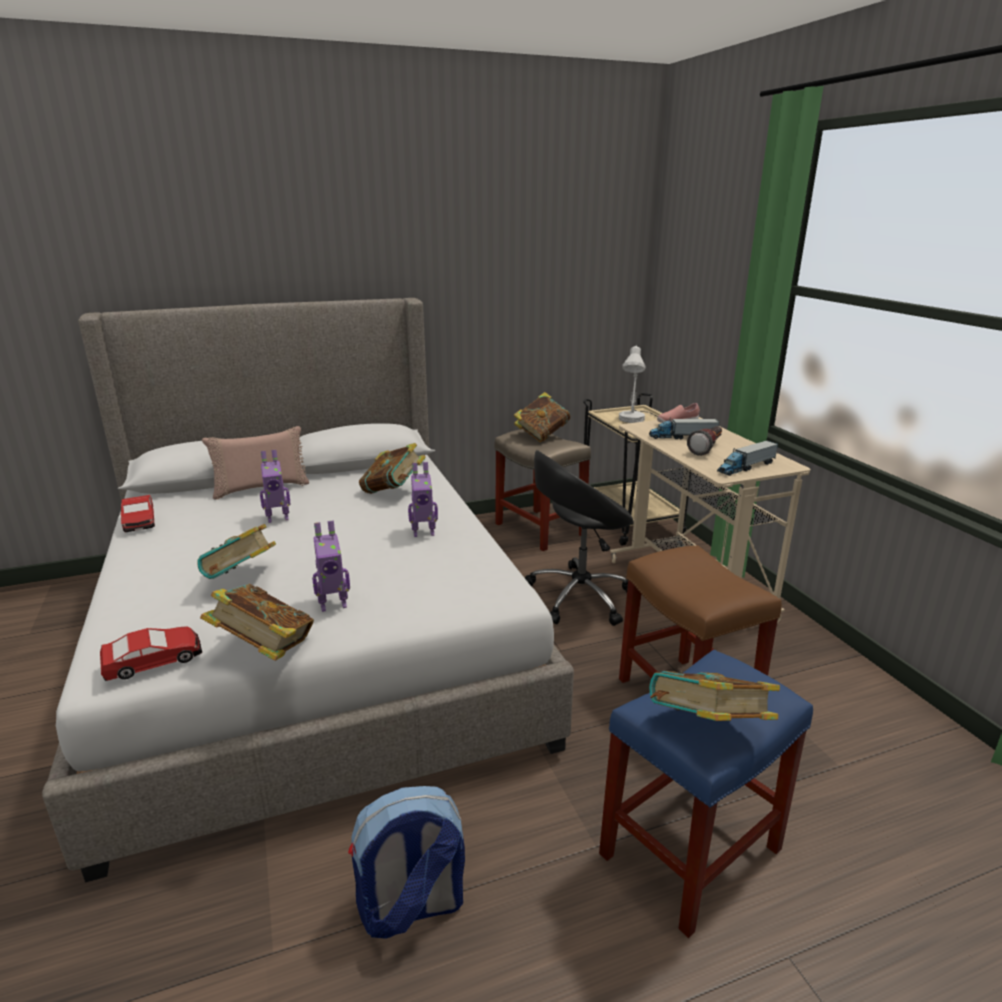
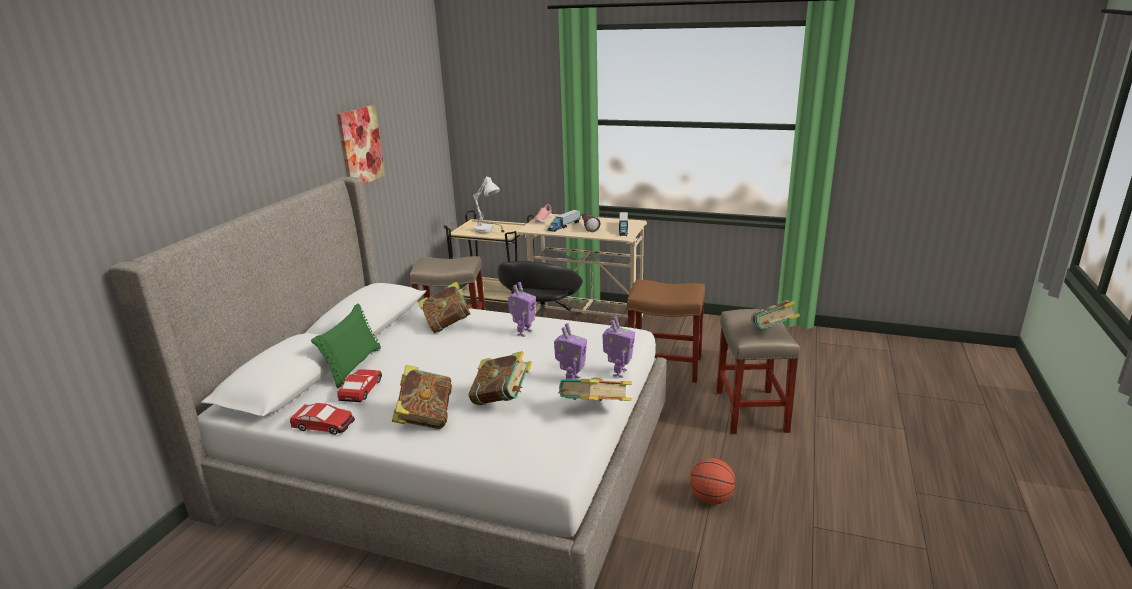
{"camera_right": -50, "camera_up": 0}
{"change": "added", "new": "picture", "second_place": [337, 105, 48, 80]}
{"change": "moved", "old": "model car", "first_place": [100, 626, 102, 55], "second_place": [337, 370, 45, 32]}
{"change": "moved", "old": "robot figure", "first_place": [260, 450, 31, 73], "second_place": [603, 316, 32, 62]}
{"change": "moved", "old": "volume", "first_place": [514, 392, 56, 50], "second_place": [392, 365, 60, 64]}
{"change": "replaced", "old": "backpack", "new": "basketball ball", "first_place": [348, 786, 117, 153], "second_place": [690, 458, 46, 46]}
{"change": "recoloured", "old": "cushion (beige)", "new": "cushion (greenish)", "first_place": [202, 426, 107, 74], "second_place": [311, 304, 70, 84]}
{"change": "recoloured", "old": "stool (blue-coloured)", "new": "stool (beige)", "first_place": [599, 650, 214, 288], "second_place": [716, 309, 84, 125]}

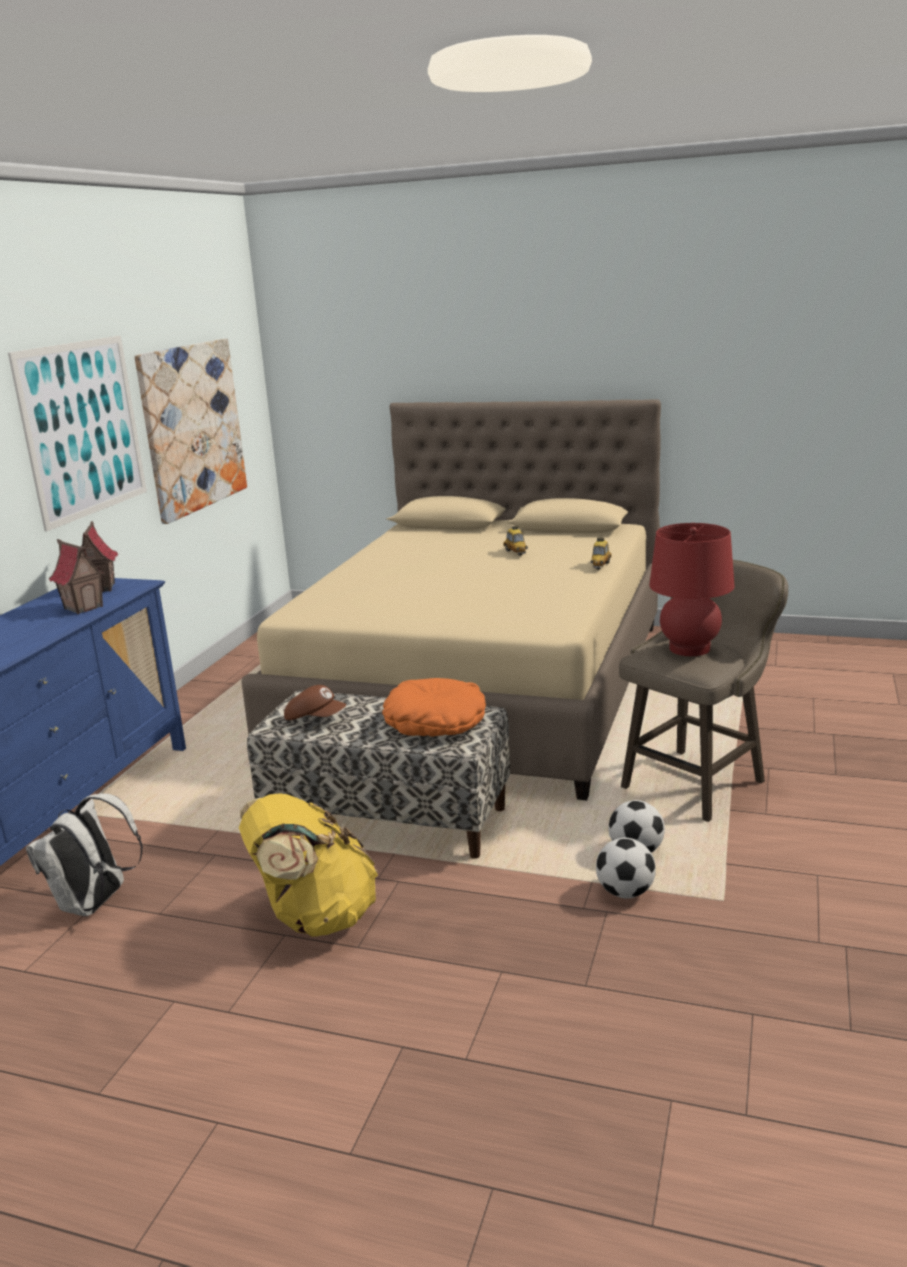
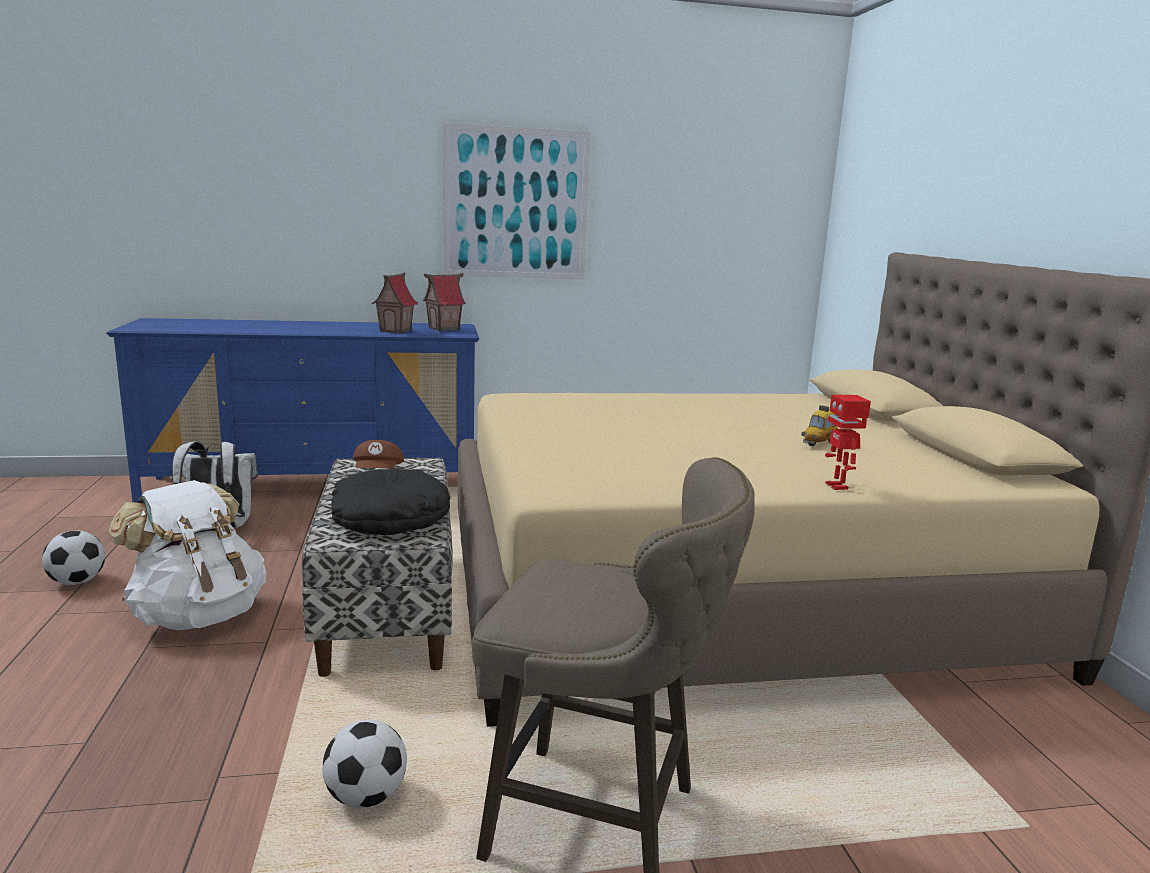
{"camera_right": 60, "camera_up": -5}
{"change": "removed", "old": "picture", "first_place": [134, 339, 113, 185]}
{"change": "removed", "old": "lamp for a table (reddish)", "first_place": [649, 523, 86, 133]}
{"change": "moved", "old": "ball for football", "first_place": [596, 838, 60, 60], "second_place": [42, 531, 63, 54]}
{"change": "replaced", "old": "model car", "new": "robot figure", "first_place": [591, 537, 20, 32], "second_place": [825, 395, 46, 95]}
{"change": "recoloured", "old": "backpack (yellow)", "new": "backpack (whitish)", "first_place": [239, 793, 139, 144], "second_place": [108, 480, 158, 150]}
{"change": "recoloured", "old": "cushion (orange)", "new": "cushion (blackish)", "first_place": [382, 678, 104, 59], "second_place": [331, 468, 119, 67]}

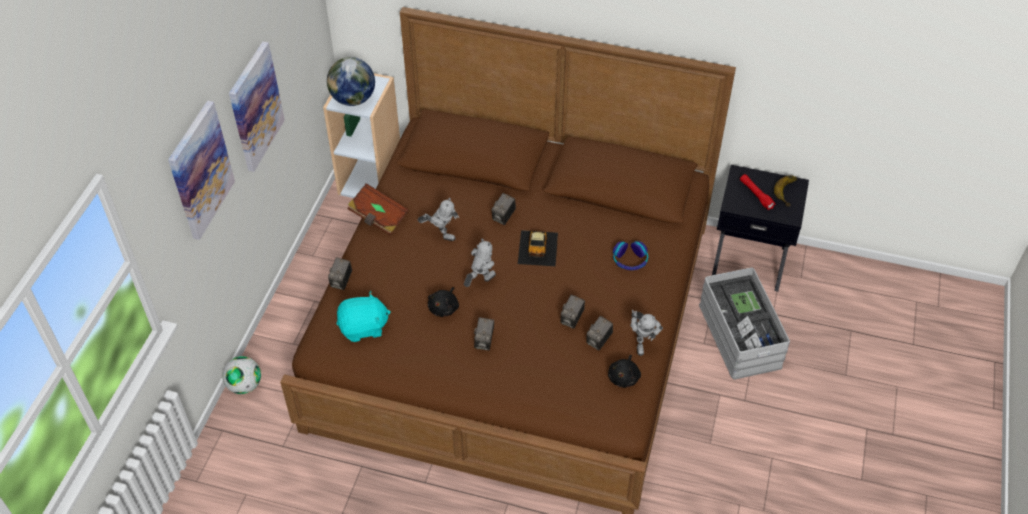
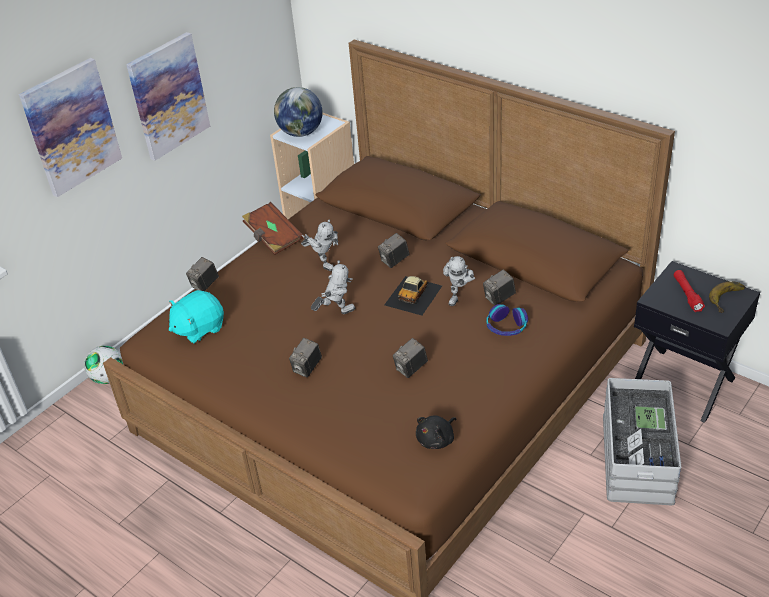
{"camera_right": 25, "camera_up": -10}
{"change": "removed", "old": "plush toy (blackish)", "first_place": [428, 287, 31, 30]}
{"change": "moved", "old": "photo camera", "first_place": [586, 316, 27, 34], "second_place": [483, 269, 33, 37]}
{"change": "moved", "old": "robot figure", "first_place": [630, 310, 33, 46], "second_place": [443, 256, 32, 50]}
{"change": "turned", "old": "plush toy (blue-green)", "first_place": [337, 291, 54, 51], "second_place": [168, 290, 56, 54], "degrees": 135}

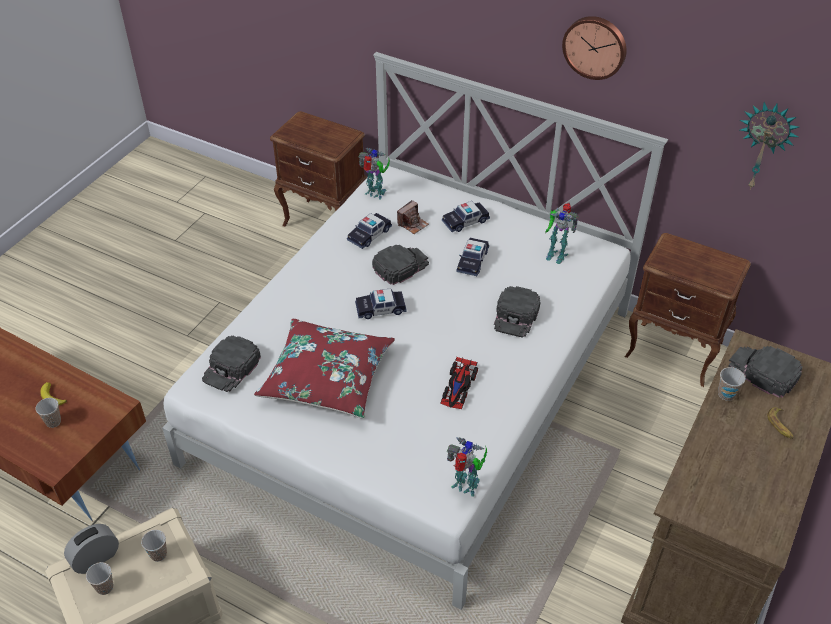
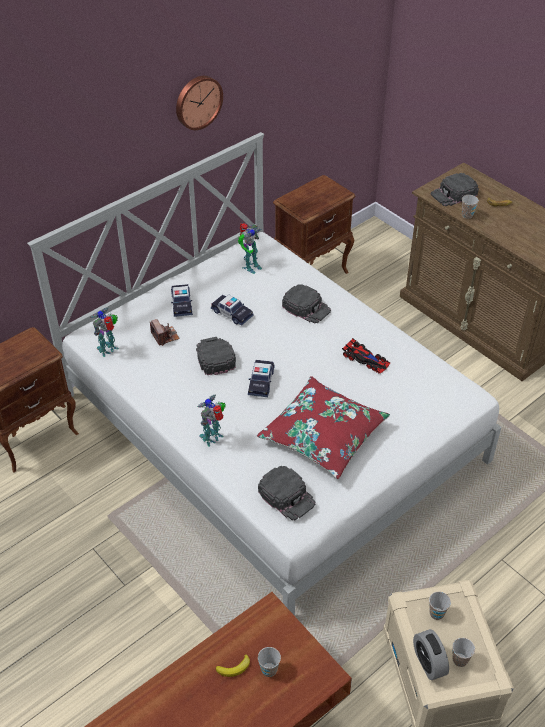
{"camera_right": -70, "camera_up": 0}
{"change": "removed", "old": "model car", "first_place": [347, 213, 45, 36]}
{"change": "removed", "old": "wall clock", "first_place": [740, 102, 59, 87]}
{"change": "moved", "old": "robot figure", "first_place": [447, 437, 40, 60], "second_place": [197, 394, 29, 53]}

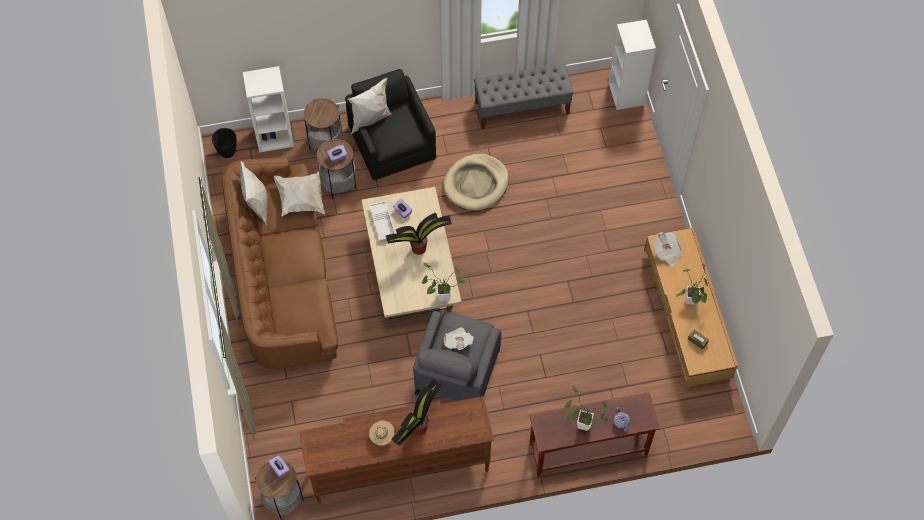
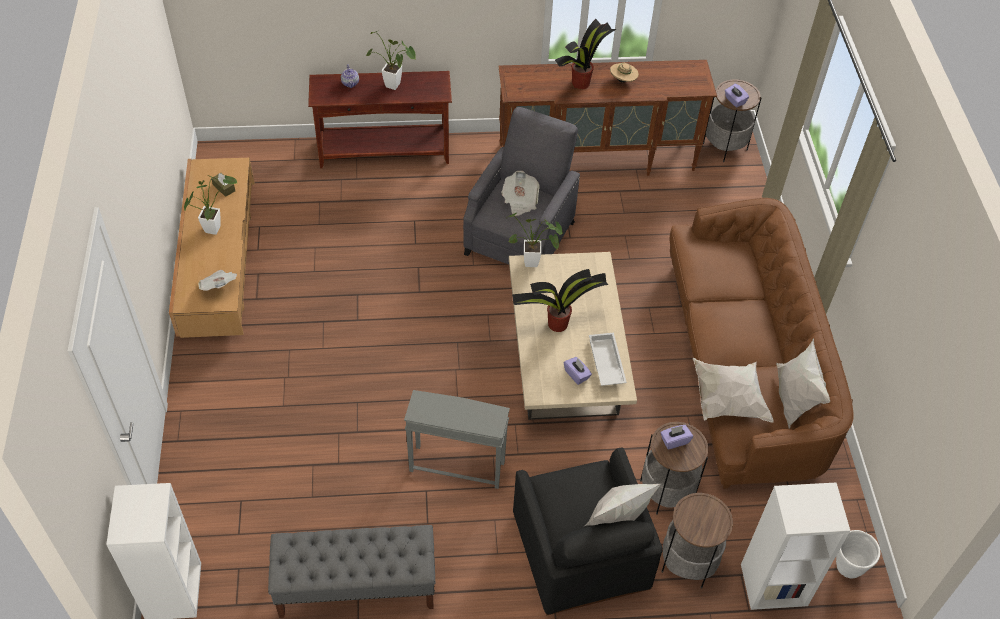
{"camera_right": -175, "camera_up": -10}
{"change": "replaced", "old": "dog cushion (beige)", "new": "accent table (grey)", "first_place": [443, 154, 66, 57], "second_place": [404, 390, 106, 99]}
{"change": "recoloured", "old": "planter (blackish)", "new": "planter (whitish)", "first_place": [212, 128, 25, 30], "second_place": [836, 530, 44, 49]}

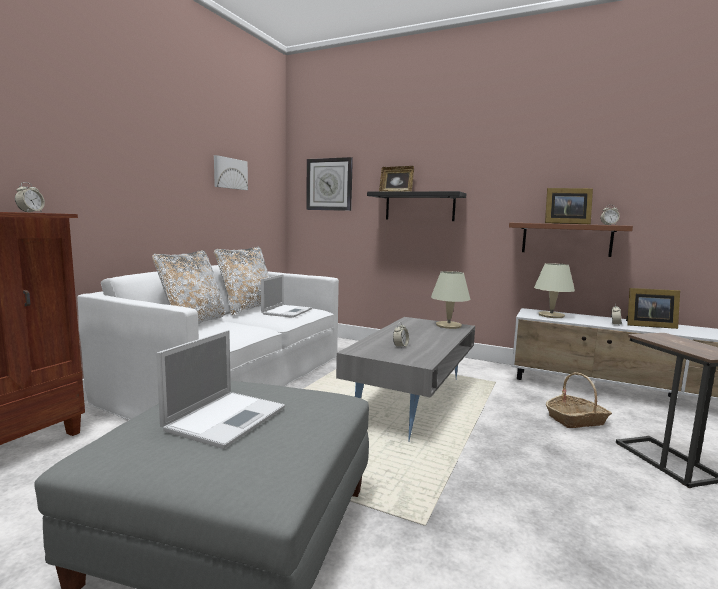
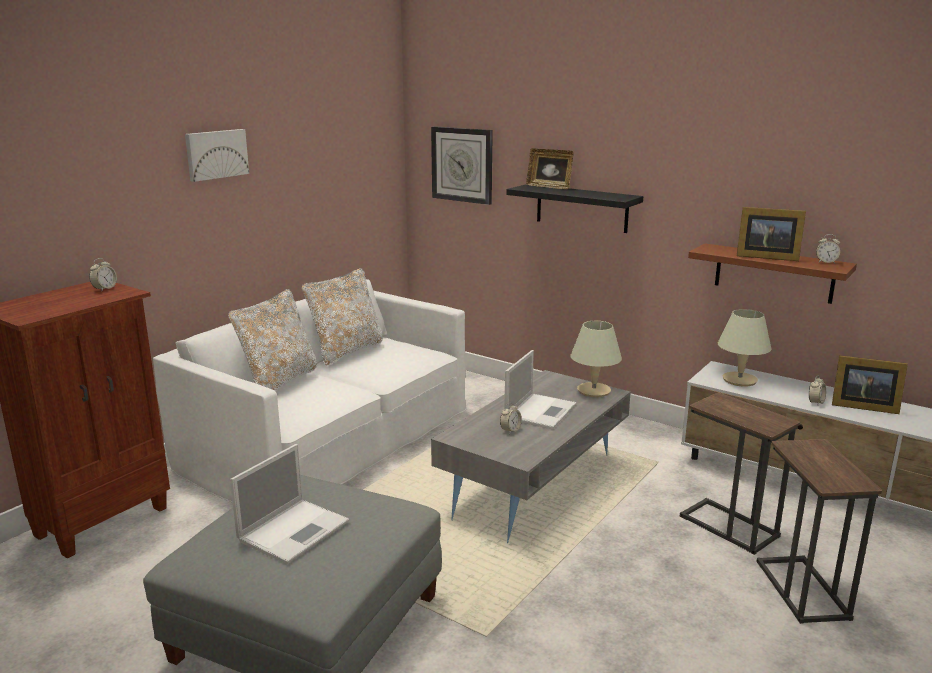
{"camera_right": 10, "camera_up": 10}
{"change": "moved", "old": "picture", "first_place": [214, 155, 34, 35], "second_place": [185, 129, 64, 53]}
{"change": "moved", "old": "notebook computer", "first_place": [261, 274, 51, 44], "second_place": [504, 350, 72, 79]}
{"change": "replaced", "old": "household basket", "new": "accent table (brown)", "first_place": [546, 372, 66, 56], "second_place": [680, 393, 120, 162]}

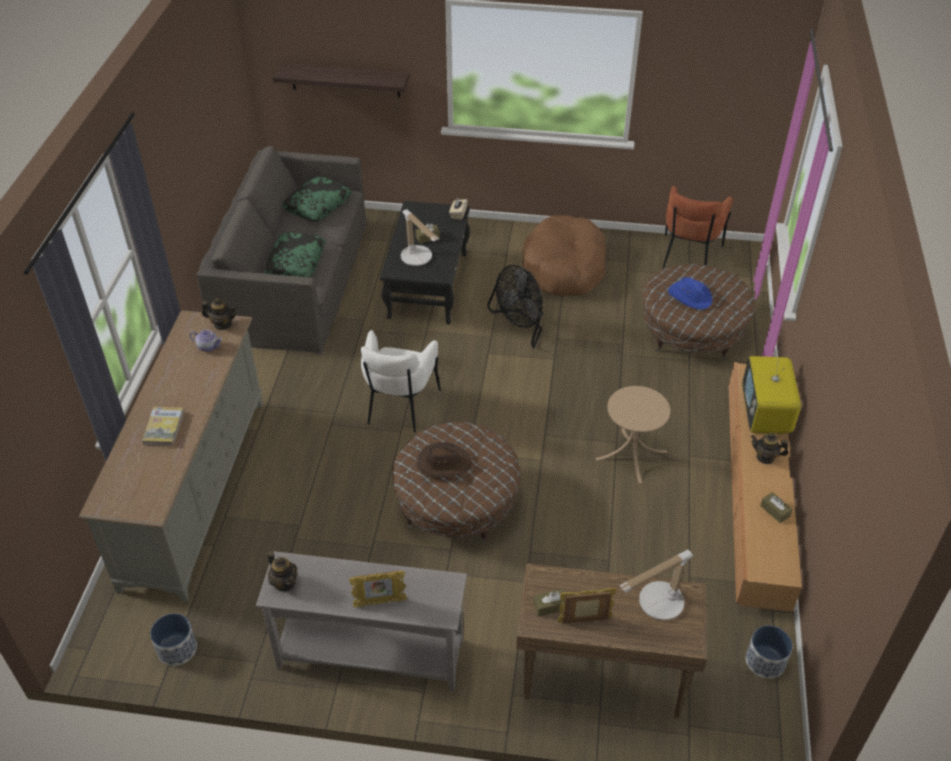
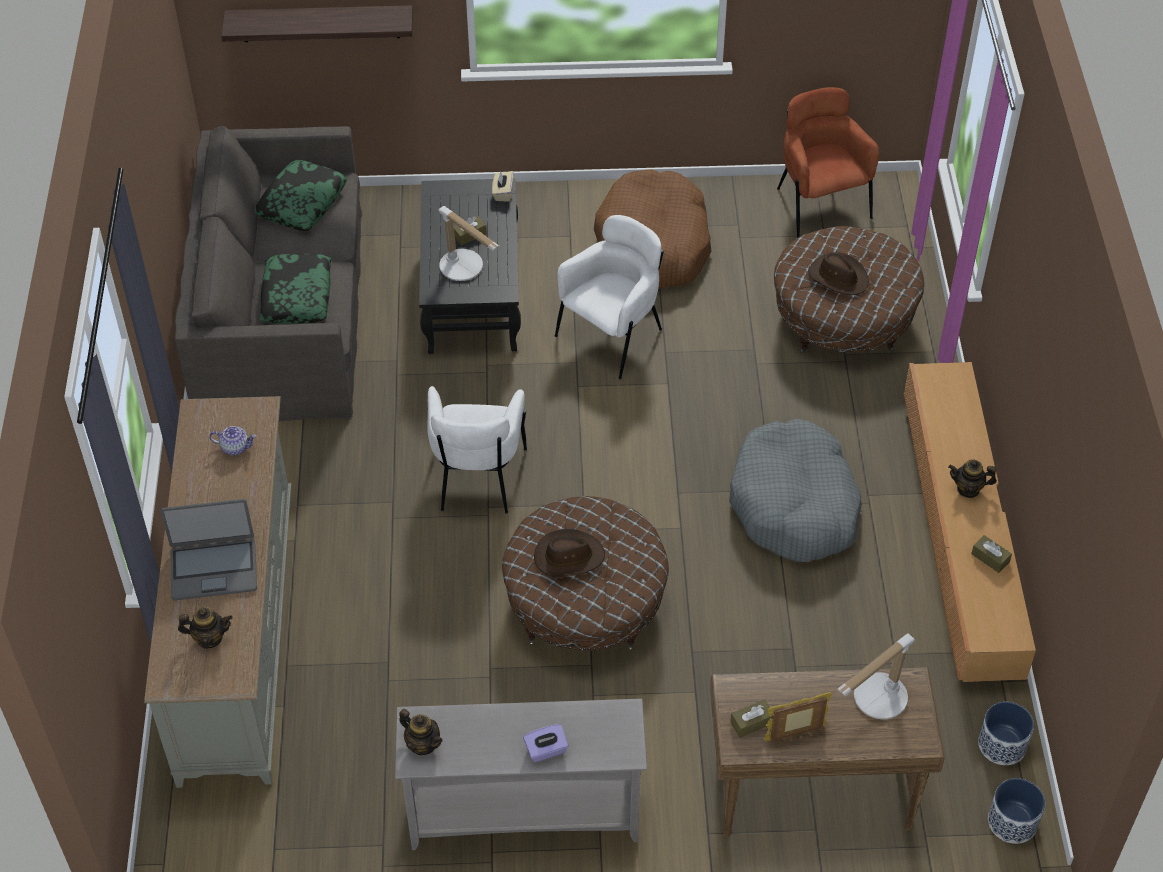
{"camera_right": -10, "camera_up": 5}
{"change": "removed", "old": "television", "first_place": [742, 347, 59, 87]}
{"change": "moved", "old": "planter", "first_place": [150, 613, 47, 53], "second_place": [988, 778, 57, 66]}
{"change": "moved", "old": "pot for tea", "first_place": [202, 298, 35, 32], "second_place": [178, 607, 55, 42]}
{"change": "replaced", "old": "volume", "new": "notebook computer", "first_place": [142, 407, 42, 39], "second_place": [160, 499, 97, 101]}
{"change": "replaced", "old": "picture frame", "new": "tissue holder (purplish)", "first_place": [349, 570, 58, 37], "second_place": [523, 724, 46, 38]}
{"change": "replaced", "old": "fan (blackish)", "new": "easy chair (whitish)", "first_place": [487, 265, 56, 83], "second_place": [554, 215, 110, 164]}
{"change": "replaced", "old": "accent table (beige)", "new": "dog cushion (grey)", "first_place": [596, 386, 74, 98], "second_place": [729, 419, 133, 143]}
{"change": "recoloured", "old": "wearable hat (blue-coloured)", "new": "wearable hat (brown)", "first_place": [668, 277, 45, 32], "second_place": [808, 252, 61, 43]}
{"change": "turned", "old": "easy chair (brown)", "first_place": [663, 186, 70, 82], "second_place": [777, 87, 102, 151], "degrees": 150}

